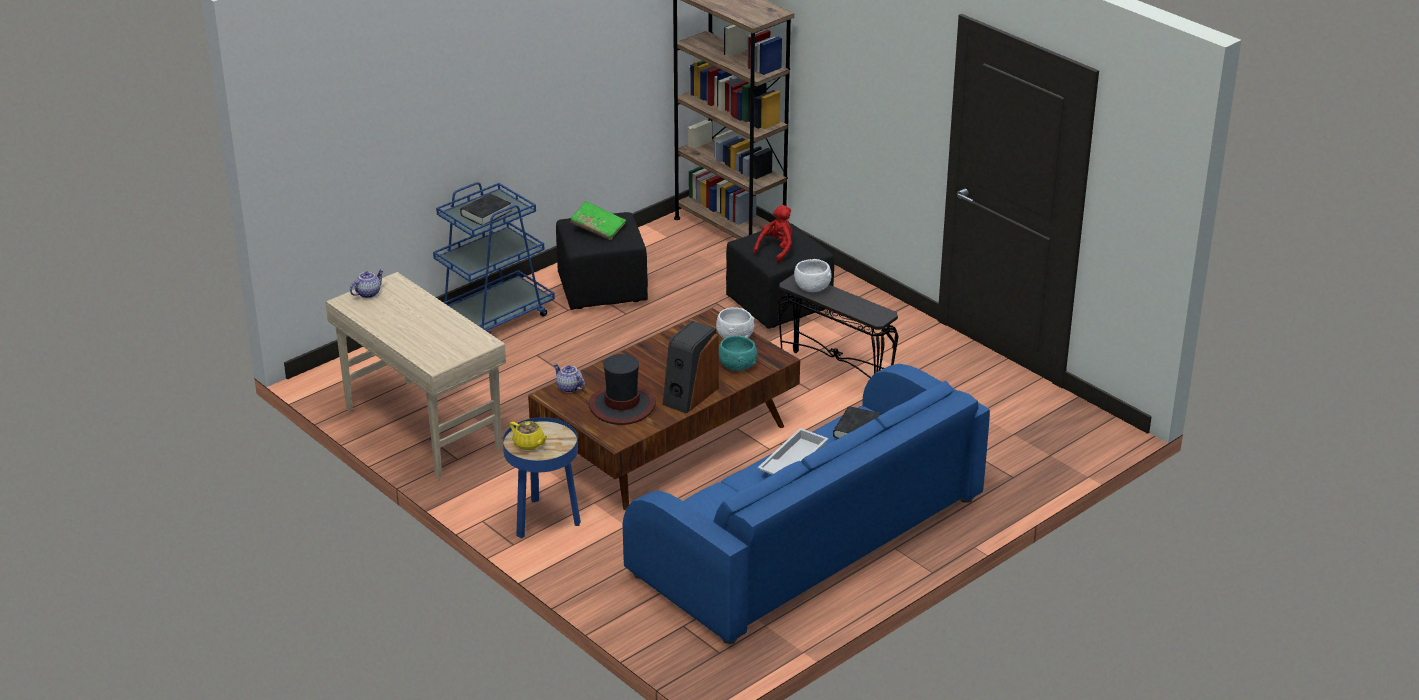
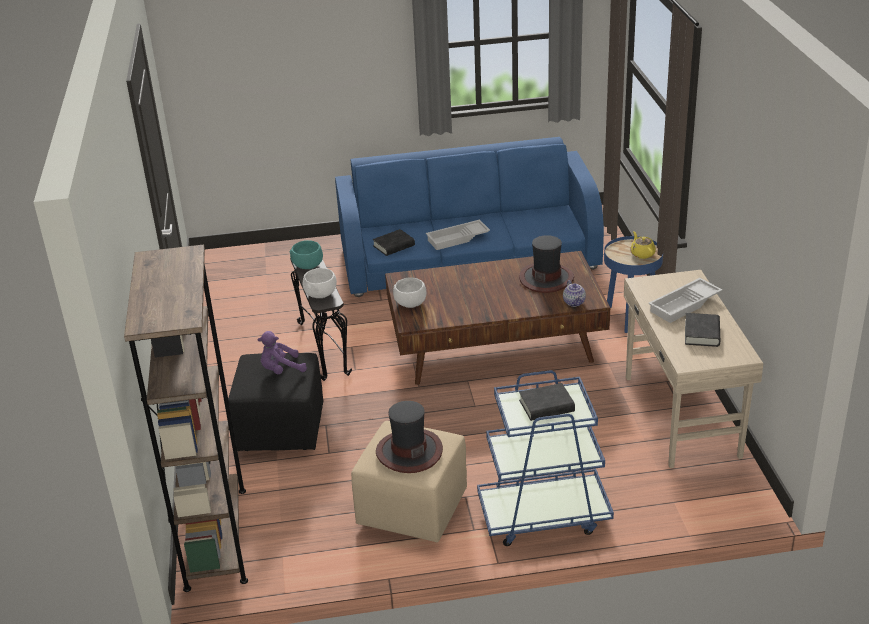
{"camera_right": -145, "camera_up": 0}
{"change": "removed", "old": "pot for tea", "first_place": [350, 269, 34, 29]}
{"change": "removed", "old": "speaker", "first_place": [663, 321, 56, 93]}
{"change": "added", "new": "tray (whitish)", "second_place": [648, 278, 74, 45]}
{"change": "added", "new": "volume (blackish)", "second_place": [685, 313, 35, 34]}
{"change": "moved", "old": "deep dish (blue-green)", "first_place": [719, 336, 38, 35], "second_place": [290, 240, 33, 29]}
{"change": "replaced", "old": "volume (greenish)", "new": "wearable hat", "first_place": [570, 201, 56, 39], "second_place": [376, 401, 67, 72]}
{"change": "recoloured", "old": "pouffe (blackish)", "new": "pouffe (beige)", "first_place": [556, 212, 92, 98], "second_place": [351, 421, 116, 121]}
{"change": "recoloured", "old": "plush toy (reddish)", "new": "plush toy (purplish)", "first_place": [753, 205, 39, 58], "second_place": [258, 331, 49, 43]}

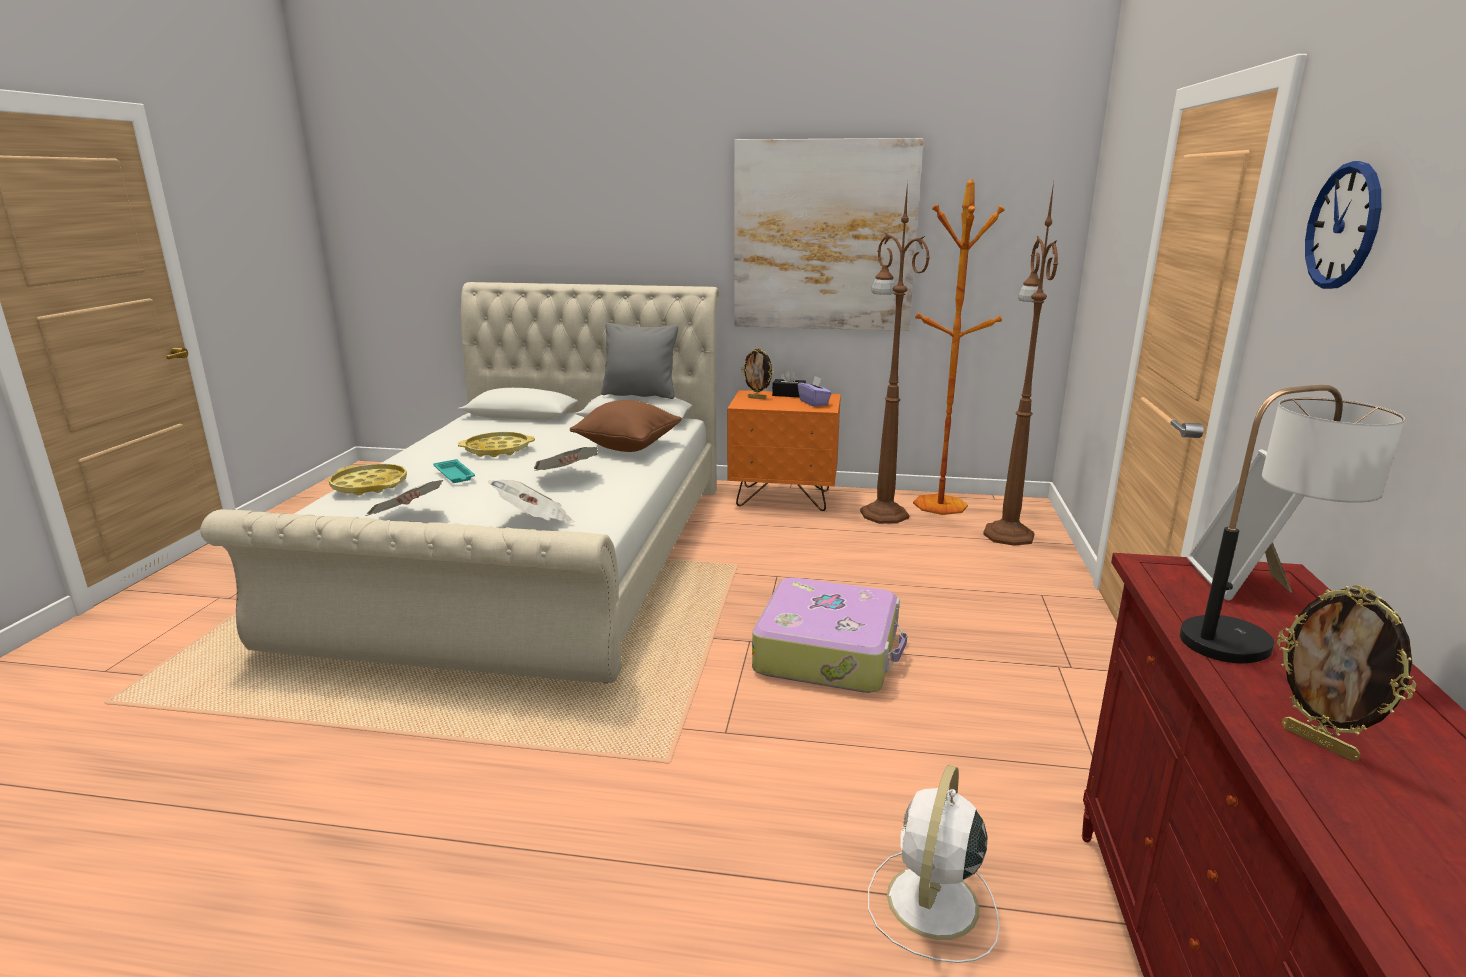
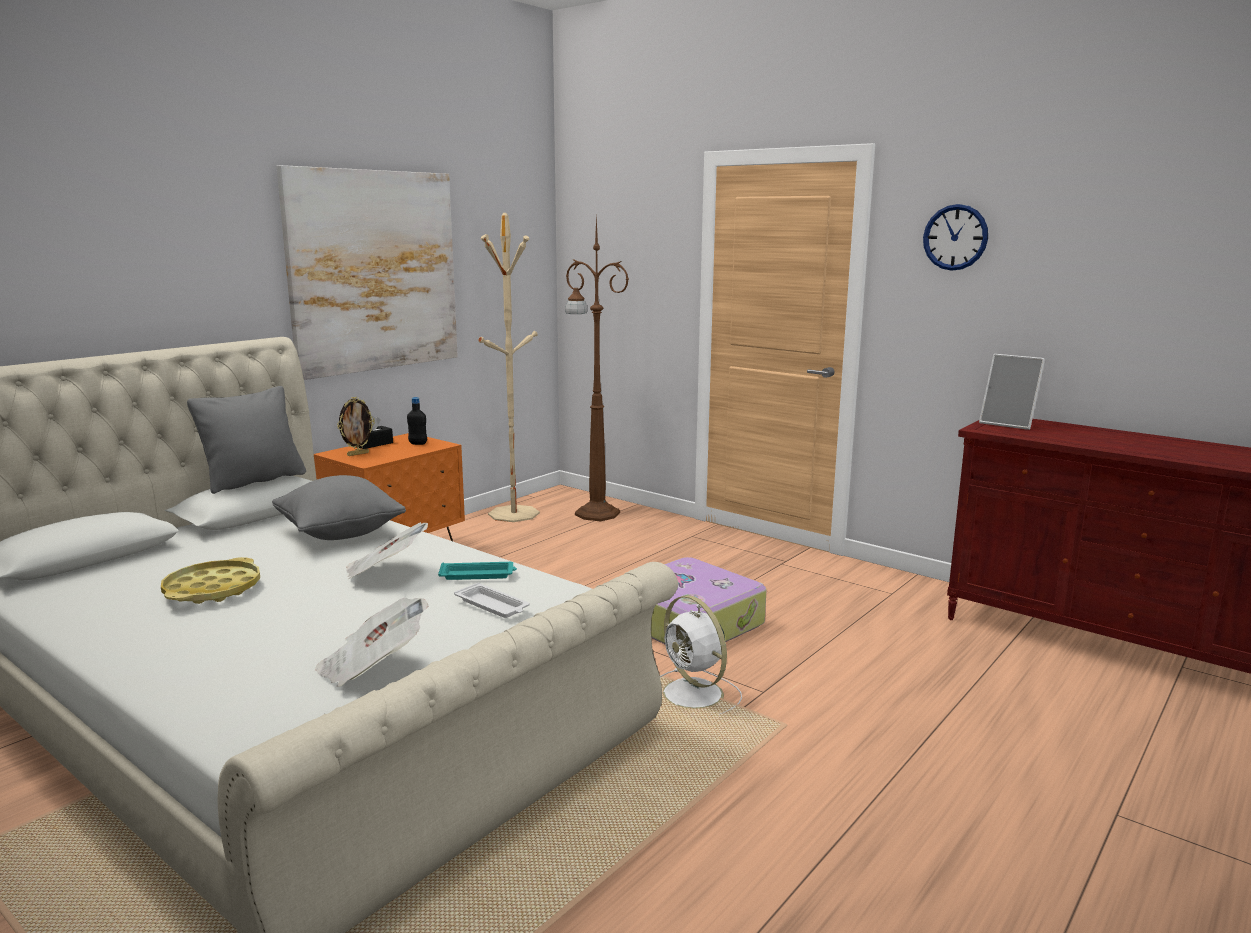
{"camera_right": -60, "camera_up": -5}
{"change": "removed", "old": "tray (yellow)", "first_place": [329, 464, 78, 32]}
{"change": "removed", "old": "standing lamp (brown)", "first_place": [860, 181, 70, 343]}
{"change": "removed", "old": "lamp for a table", "first_place": [1180, 385, 225, 278]}
{"change": "removed", "old": "picture frame", "first_place": [1277, 585, 139, 176]}
{"change": "moved", "old": "tray (blue-green)", "first_place": [433, 459, 42, 24], "second_place": [438, 562, 79, 18]}
{"change": "moved", "old": "fan (whitish)", "first_place": [868, 765, 132, 198], "second_place": [660, 595, 82, 119]}
{"change": "replaced", "old": "daily paper", "new": "tray (whitish)", "first_place": [488, 480, 86, 43], "second_place": [454, 582, 76, 36]}
{"change": "replaced", "old": "tissue holder (purplish)", "new": "beverage bottle (blackish)", "first_place": [798, 376, 34, 31], "second_place": [407, 397, 20, 48]}
{"change": "recoloured", "old": "cushion (brown)", "new": "cushion (grey)", "first_place": [570, 400, 112, 52], "second_place": [272, 475, 134, 65]}
{"change": "recoloured", "old": "garment stand (orange)", "new": "garment stand (beige)", "first_place": [913, 179, 92, 336], "second_place": [479, 213, 61, 309]}

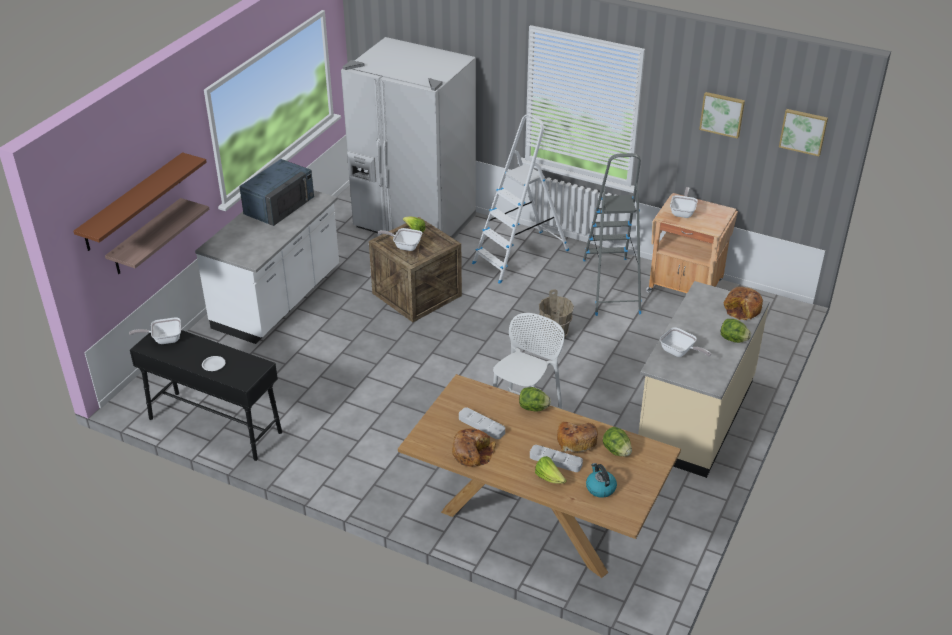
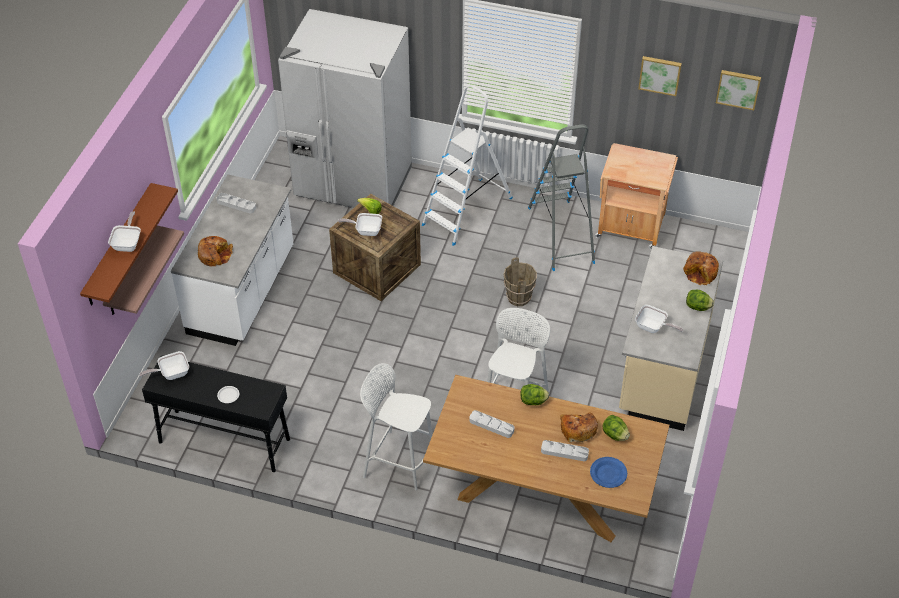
{"camera_right": -10, "camera_up": 10}
{"change": "removed", "old": "lettuce head", "first_place": [535, 456, 32, 28]}
{"change": "added", "new": "stool (whitish)", "second_place": [360, 363, 73, 128]}
{"change": "moved", "old": "bakery bread", "first_place": [452, 428, 44, 39], "second_place": [198, 236, 35, 30]}
{"change": "moved", "old": "pan", "first_place": [670, 187, 28, 31], "second_place": [108, 211, 33, 41]}
{"change": "replaced", "old": "kitchen microwave (blue-coloured)", "new": "tray (grey)", "first_place": [240, 159, 74, 67], "second_place": [216, 193, 40, 21]}
{"change": "replaced", "old": "kettle", "new": "flat dish (blue-coloured)", "first_place": [586, 463, 31, 35], "second_place": [590, 457, 37, 31]}

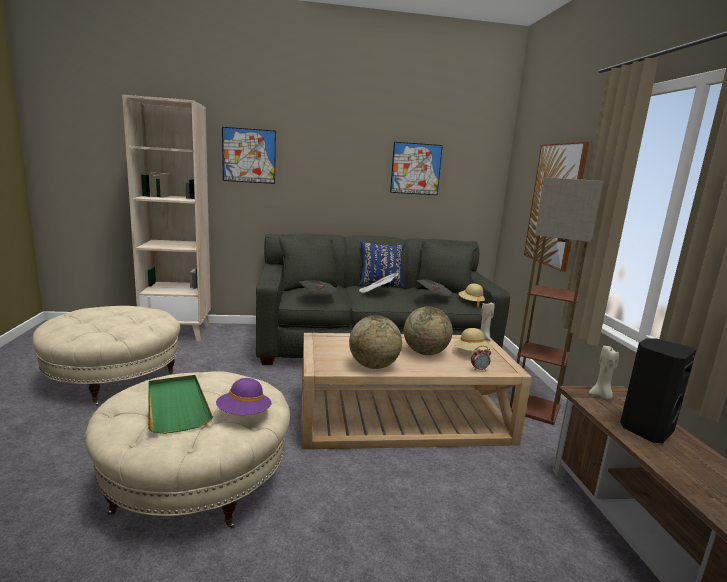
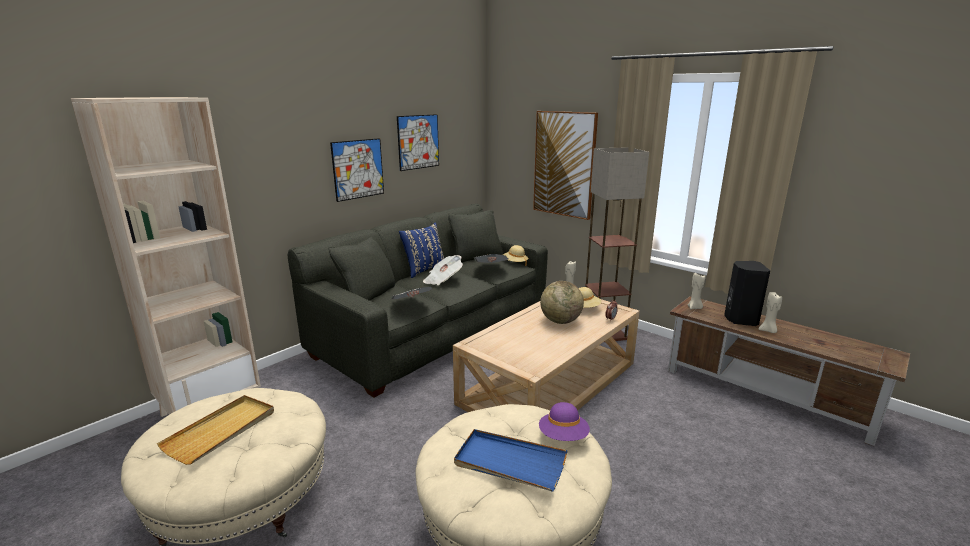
{"camera_right": -40, "camera_up": 5}
{"change": "removed", "old": "desk globe", "first_place": [349, 315, 53, 54]}
{"change": "added", "new": "tray (beige)", "second_place": [157, 395, 117, 70]}
{"change": "added", "new": "wax light (beige)", "second_place": [759, 292, 23, 41]}
{"change": "moved", "old": "picture", "first_place": [222, 127, 54, 57], "second_place": [330, 138, 54, 64]}
{"change": "recoloured", "old": "tray (greenish)", "new": "tray (blue-coloured)", "first_place": [148, 375, 65, 59], "second_place": [454, 429, 114, 63]}

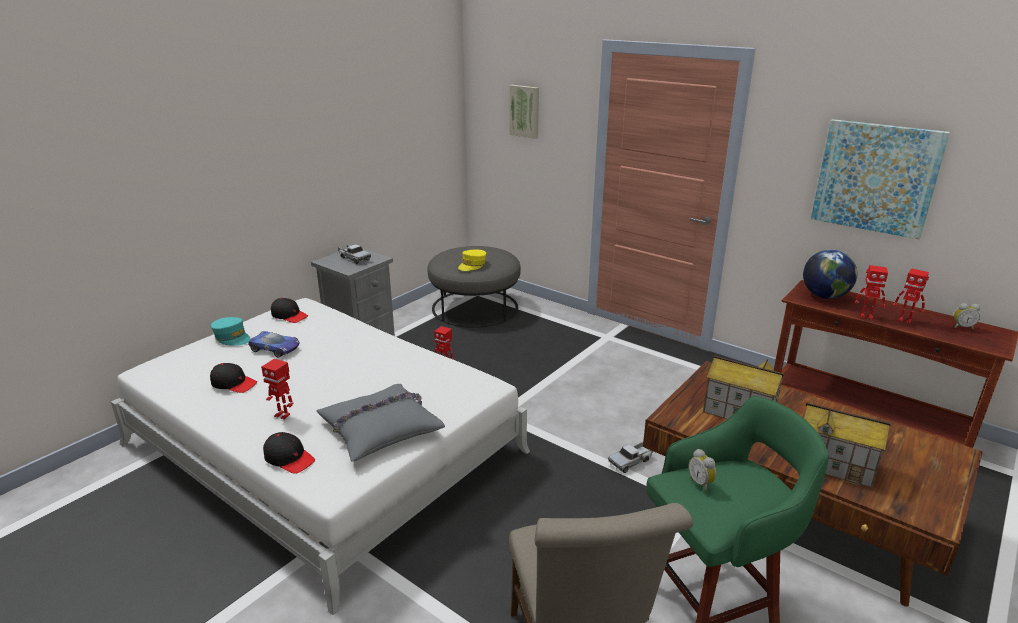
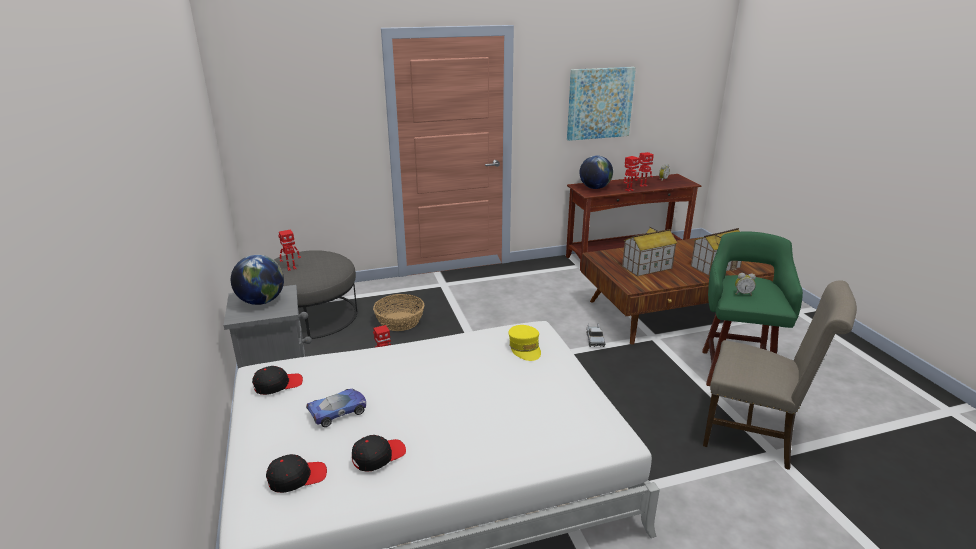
{"camera_right": -55, "camera_up": 0}
{"change": "removed", "old": "cap (blue-green)", "first_place": [211, 317, 40, 29]}
{"change": "removed", "old": "cushion (grey)", "first_place": [317, 384, 128, 77]}
{"change": "removed", "old": "picture", "first_place": [509, 85, 30, 54]}
{"change": "added", "new": "household basket", "second_place": [373, 294, 52, 37]}
{"change": "moved", "old": "robot figure", "first_place": [261, 359, 32, 61], "second_place": [278, 229, 23, 42]}
{"change": "moved", "old": "cap (blackish)", "first_place": [263, 432, 52, 42], "second_place": [266, 454, 61, 39]}
{"change": "moved", "old": "cap (yellow)", "first_place": [458, 250, 28, 21], "second_place": [508, 325, 33, 36]}
{"change": "replaced", "old": "toy truck", "new": "desk globe", "first_place": [338, 244, 33, 20], "second_place": [231, 255, 53, 50]}

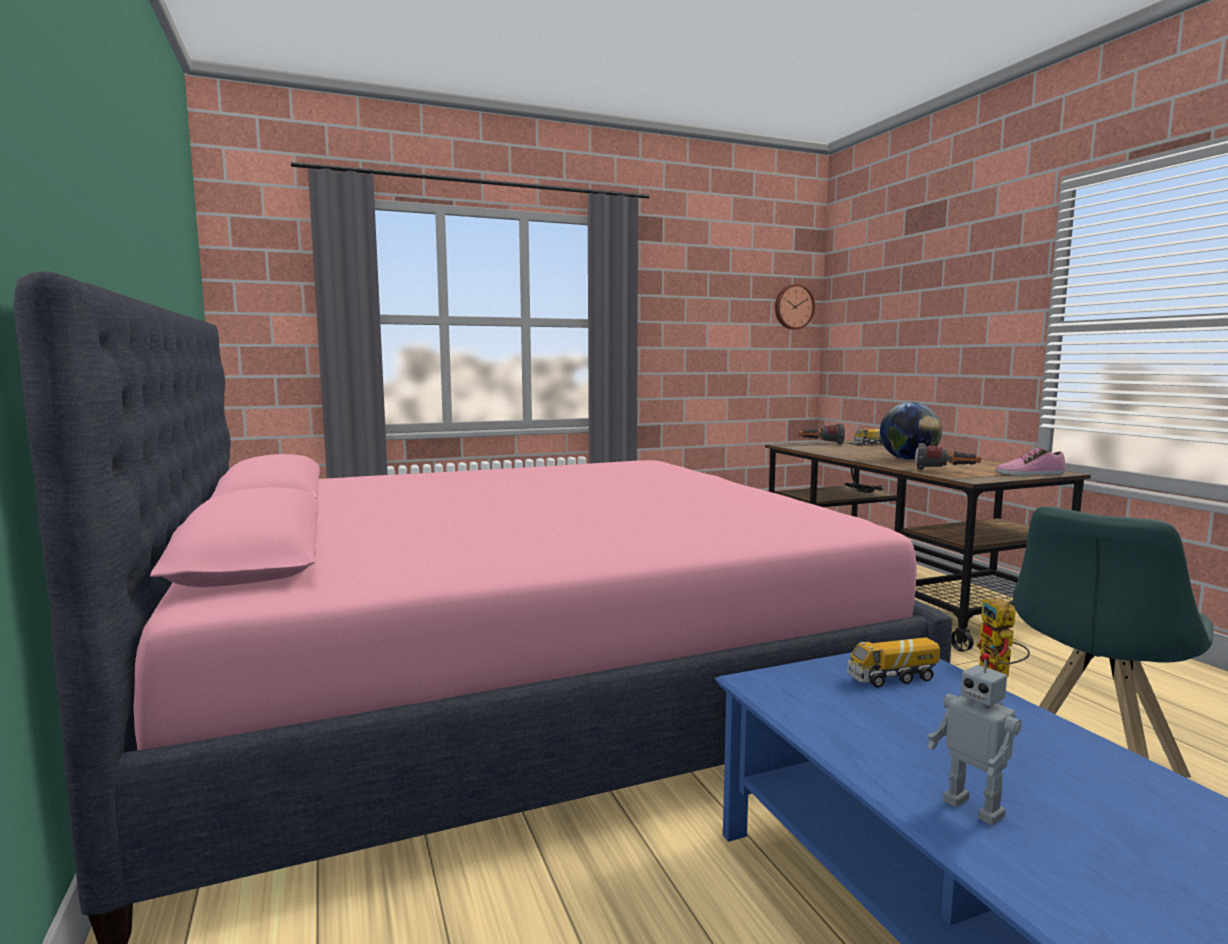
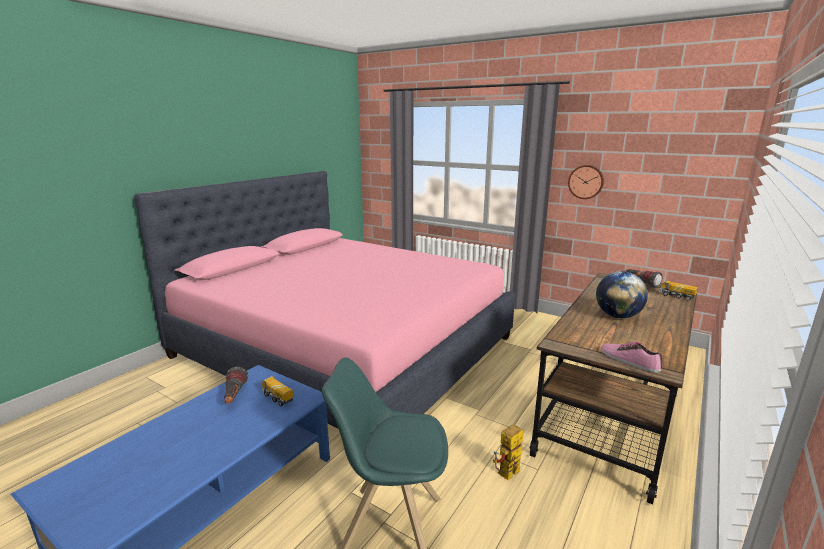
{"camera_right": 55, "camera_up": 10}
{"change": "removed", "old": "robot figure", "first_place": [927, 653, 95, 173]}
{"change": "moved", "old": "wall clock", "first_place": [775, 284, 40, 46], "second_place": [568, 165, 36, 34]}
{"change": "moved", "old": "flashlight", "first_place": [915, 443, 66, 27], "second_place": [224, 367, 25, 36]}

